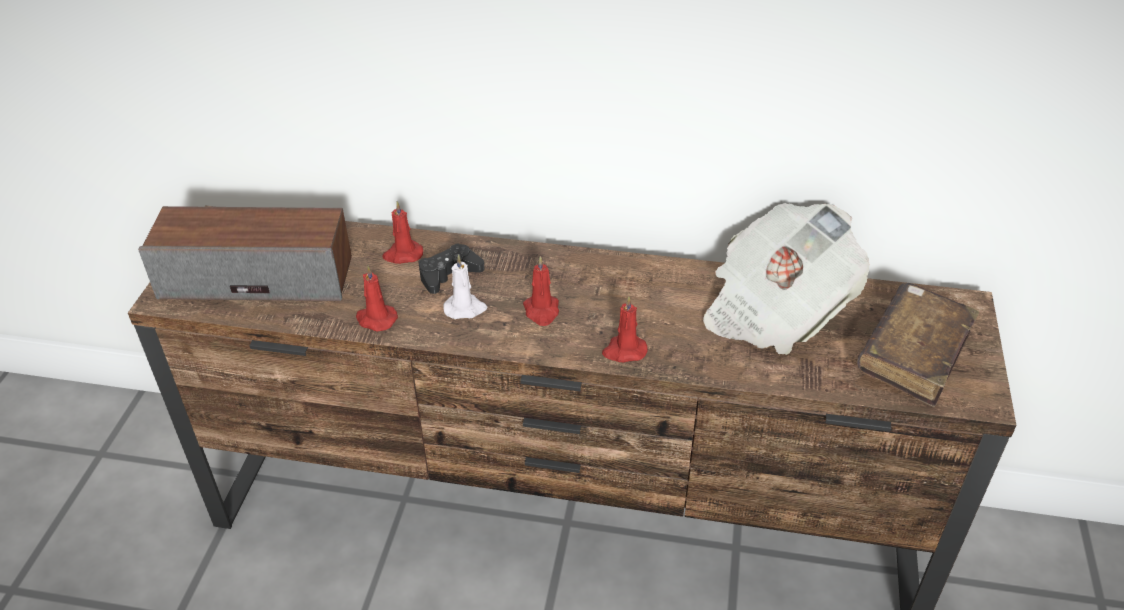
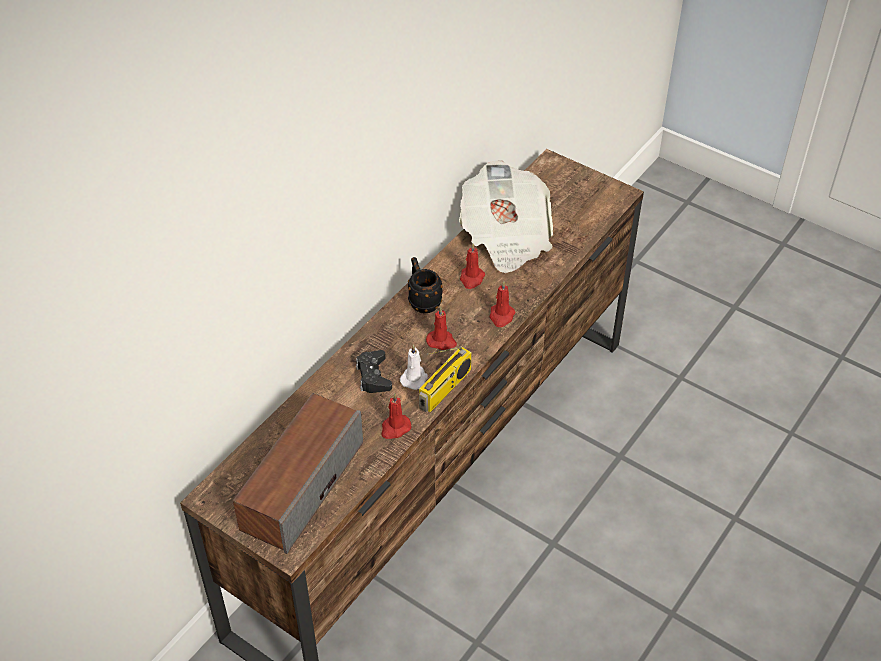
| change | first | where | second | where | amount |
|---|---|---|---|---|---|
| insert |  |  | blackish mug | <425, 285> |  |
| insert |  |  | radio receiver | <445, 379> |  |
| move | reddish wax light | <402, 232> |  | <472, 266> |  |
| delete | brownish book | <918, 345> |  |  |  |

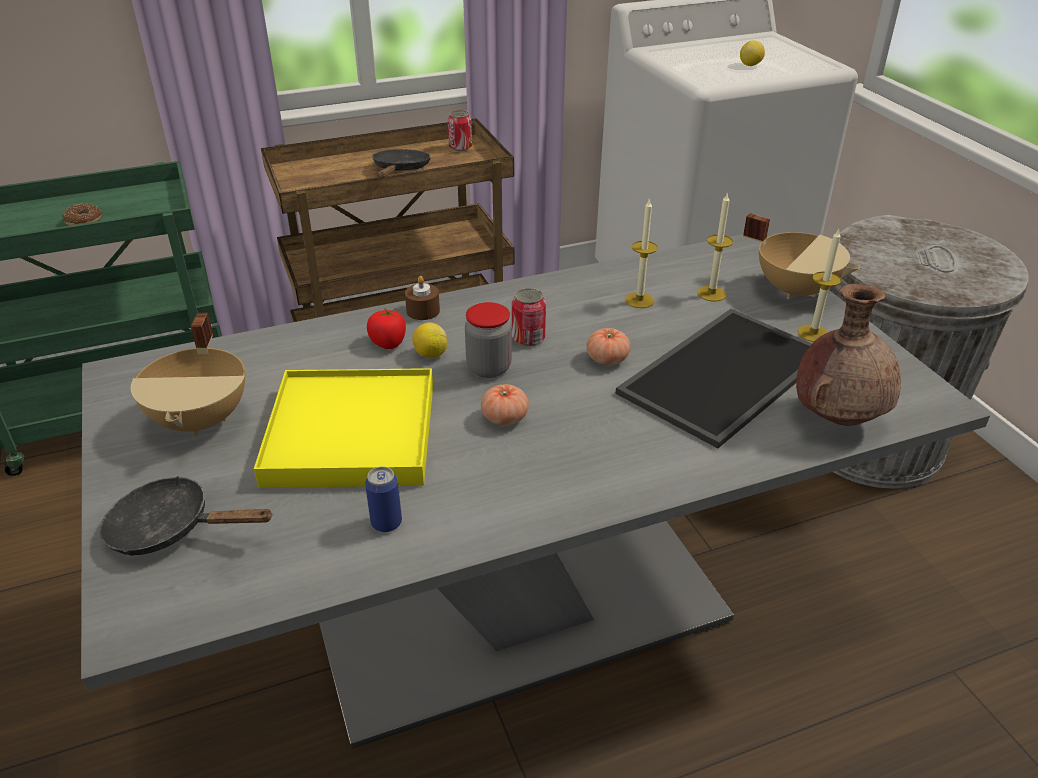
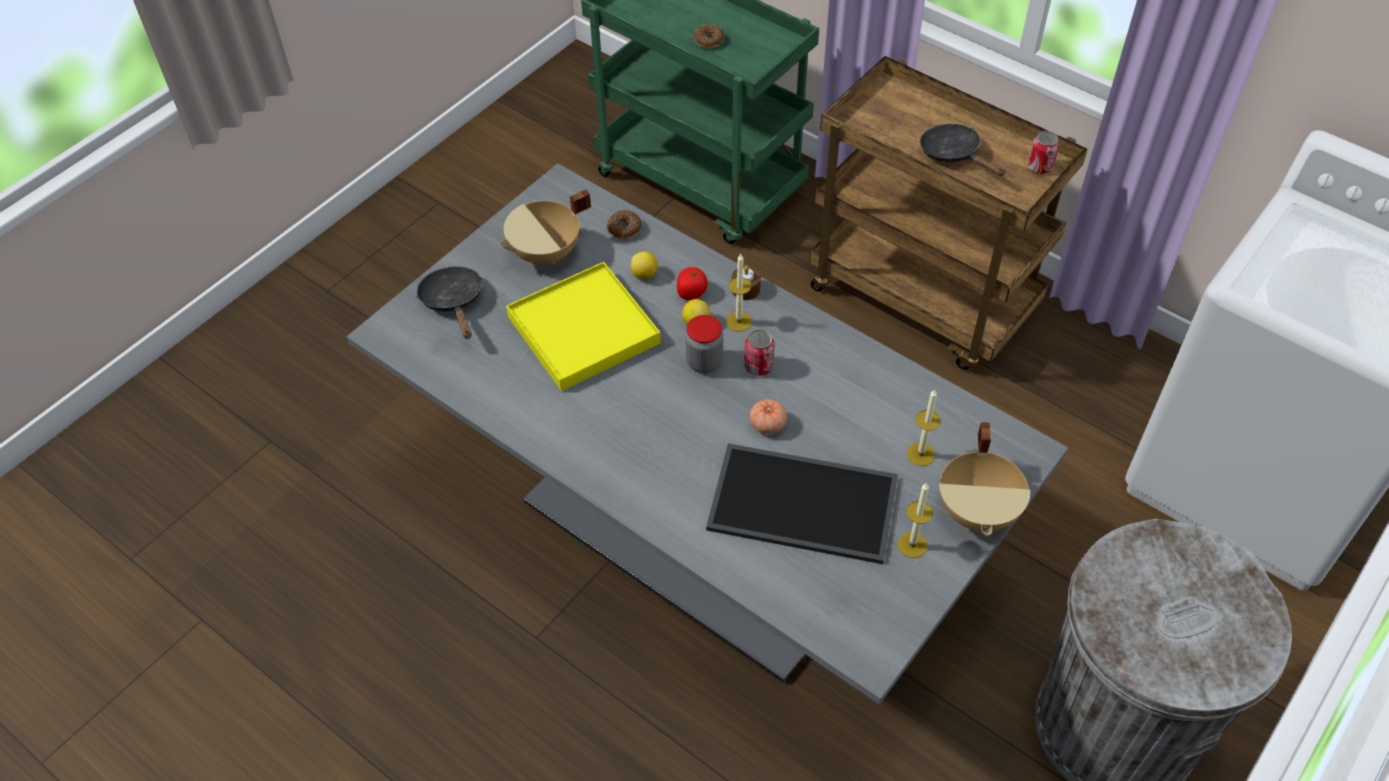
| change | first | where | second | where | amount |
|---|---|---|---|---|---|
| insert |  |  | doughnut | <624, 224> |  |
| move | lemon | <752, 53> |  | <644, 265> |  |
| move | wax light | <641, 253> |  | <739, 293> |  |
| rotate | blackish pan | <401, 163> |  | <963, 150> | 105 degrees counterclockwise |
| delete | can | <383, 499> |  |  |  |
| delete | whole tomato | <505, 405> |  |  |  |
| delete | brownish flower vase | <848, 355> |  |  |  |

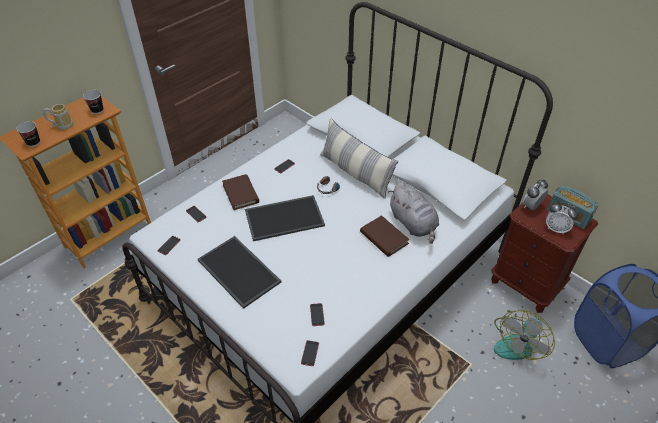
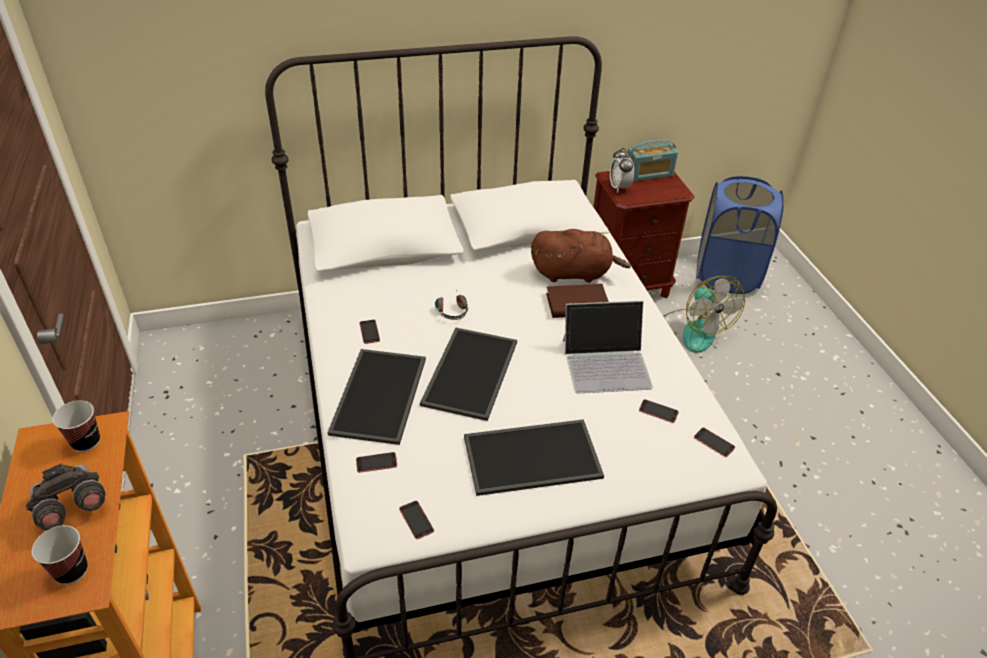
| change | first | where | second | where | amount |
|---|---|---|---|---|---|
| replace | mug | <58, 117> | gray field glasses | <66, 497> |  |
| replace | brownish book | <240, 192> | serving tray | <377, 397> |  |
| recolor | gray plush toy | <413, 213> | brownish plush toy | <581, 256> |  |
| insert |  |  | laptop | <608, 347> |  |
| delete | throw pillow | <359, 158> |  |  |  |
| delete | bedside clock | <562, 218> |  |  |  |

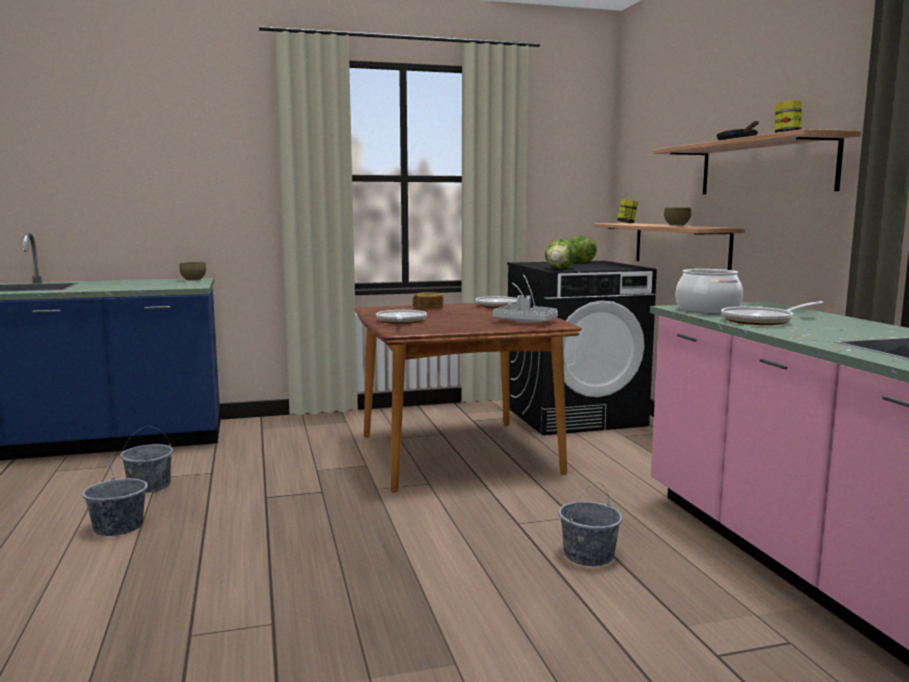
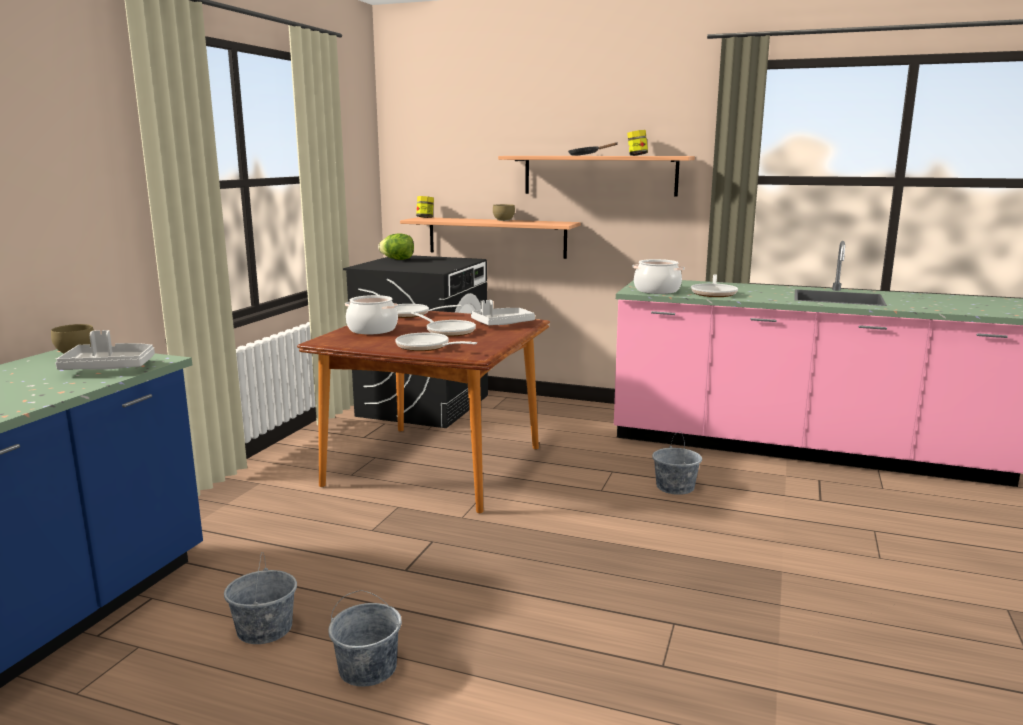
| change | first | where | second | where | amount |
|---|---|---|---|---|---|
| insert |  |  | gray serving tray | <105, 350> |  |
| replace | bread | <428, 300> | cooking pot | <371, 315> |  |
| insert |  |  | pan | <443, 324> |  |
| delete | head of lettuce | <560, 254> |  |  |  |

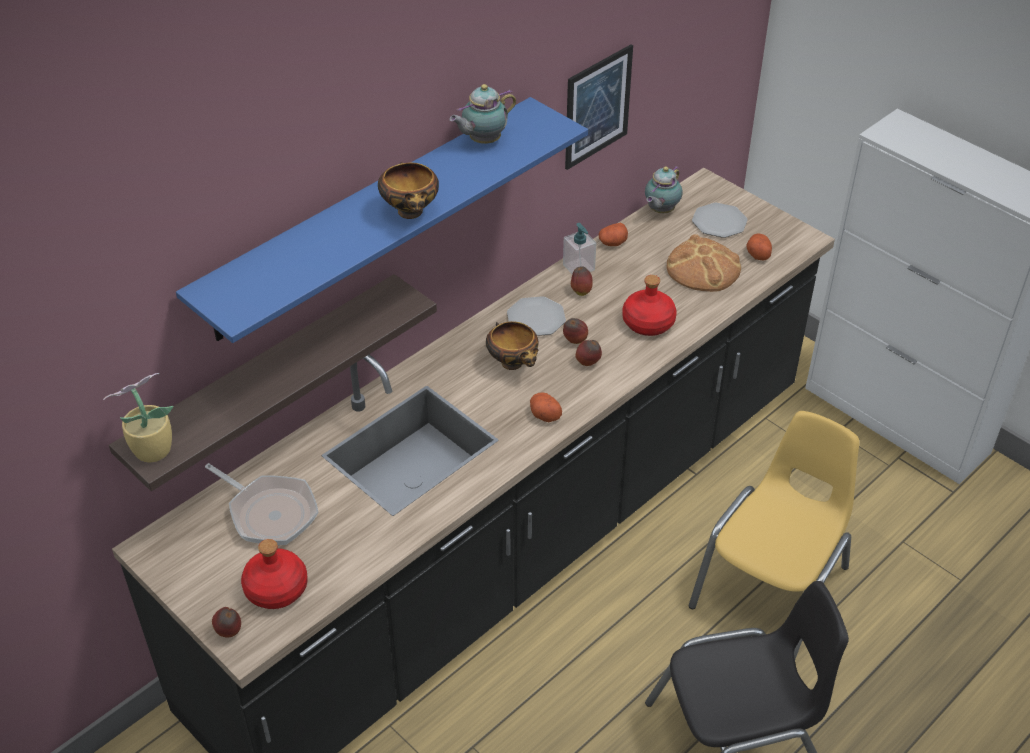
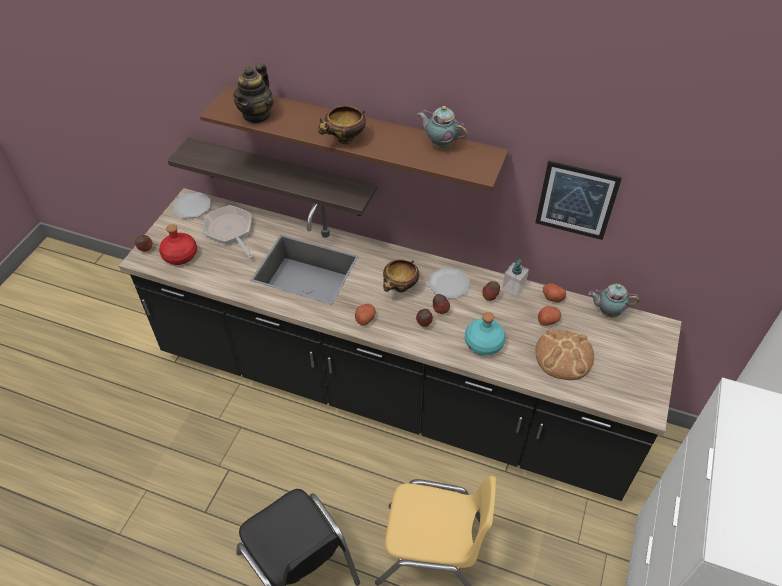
| change | first | where | second | where | amount |
|---|---|---|---|---|---|
| move | plate | <720, 220> |  | <192, 205> |  |
| recolor | blue-coloured wall shelf | <382, 220> | brownish wall shelf | <354, 138> |  |
| rotate | pan | <262, 504> |  | <228, 232> | 135 degrees clockwise |
| insert |  |  | pot for tea | <253, 93> |  |
| recolor | reddish drink bottle | <649, 305> | blue-green drink bottle | <485, 333> |  |
| move | whole potato | <759, 247> |  | <549, 316> |  |
| delete | potted plant | <138, 418> |  |  |  |

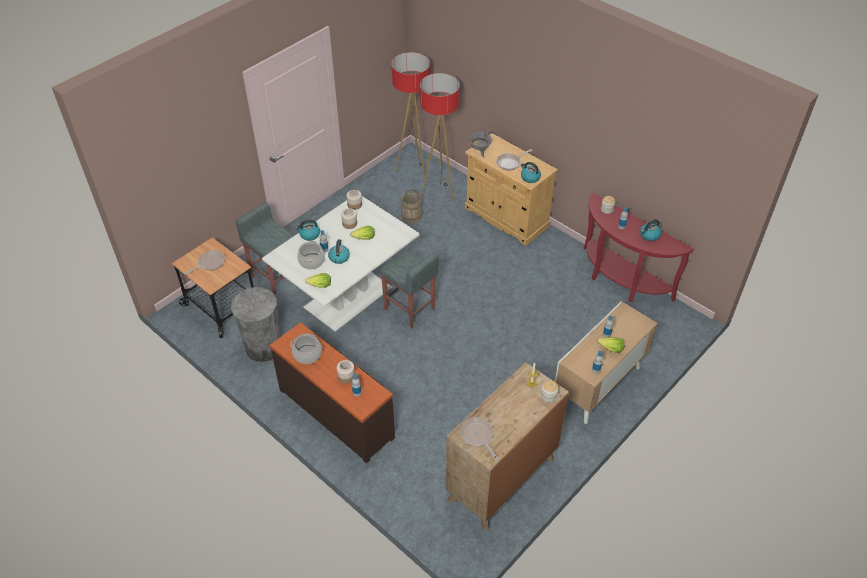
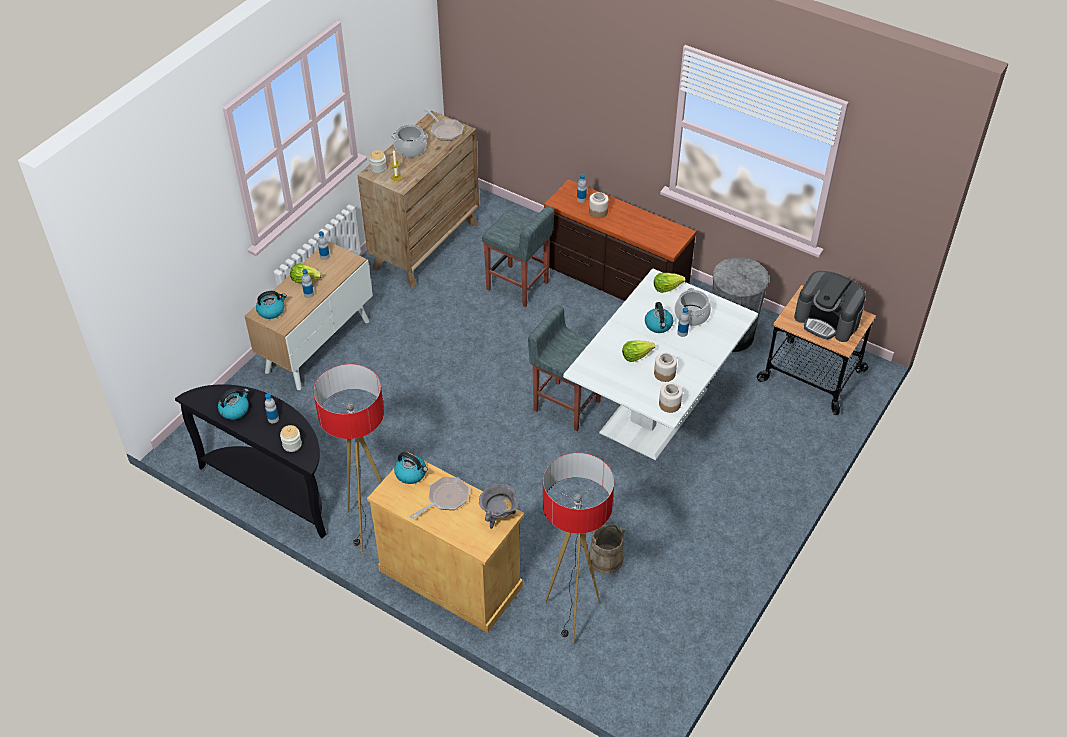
| change | first | where | second | where | amount |
|---|---|---|---|---|---|
| recolor | reddish console table | <638, 247> | blackish console table | <250, 461> |  |
| move | water kettle | <307, 230> |  | <271, 305> |  |
| move | standing lamp | <410, 115> |  | <348, 458> |  |
| move | cooking pot | <306, 349> |  | <409, 140> |  |
| move | gray stool | <265, 248> |  | <518, 256> |  |
| replace | pan | <204, 262> | coffee machine | <829, 306> |  |

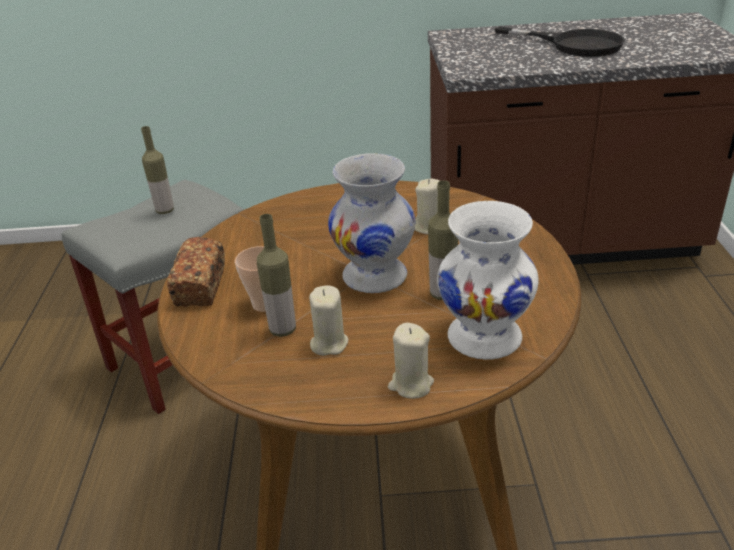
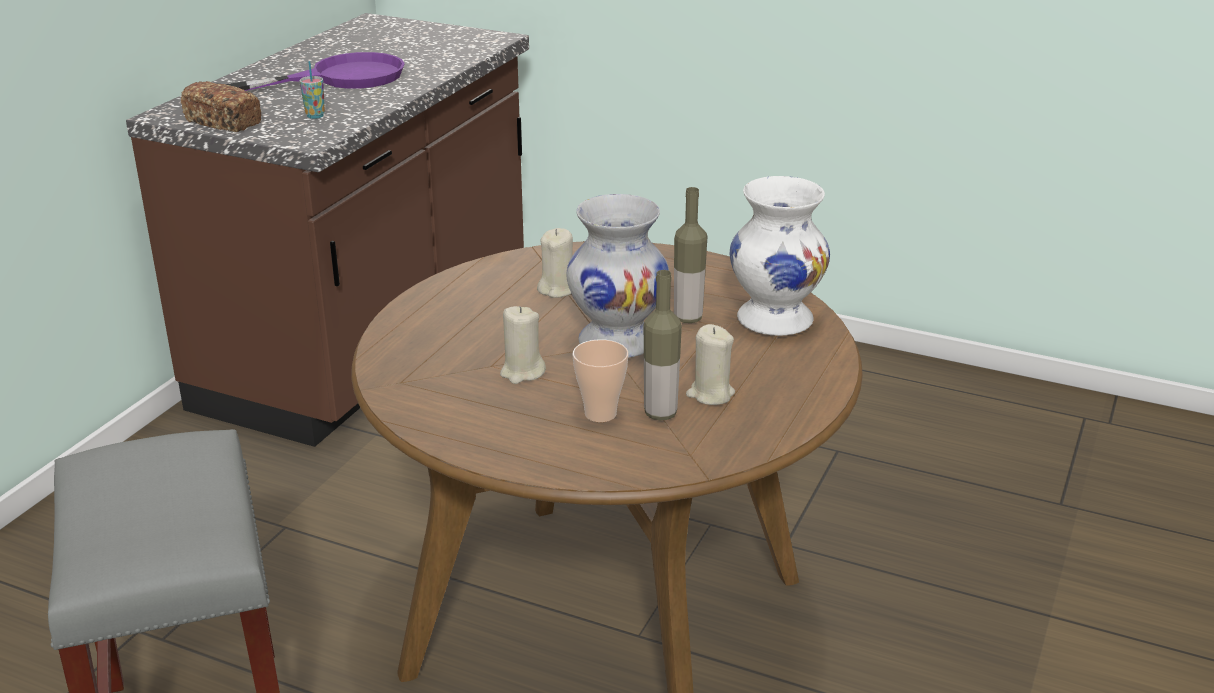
| change | first | where | second | where | amount |
|---|---|---|---|---|---|
| move | bread | <196, 272> |  | <221, 106> |  |
| recolor | blackish pan | <560, 41> | purple pan | <315, 71> |  |
| insert |  |  | small cup | <312, 90> |  |
| move | beige wax light | <411, 361> |  | <523, 345> |  |
| delete | drink bottle | <157, 170> |  |  |  |

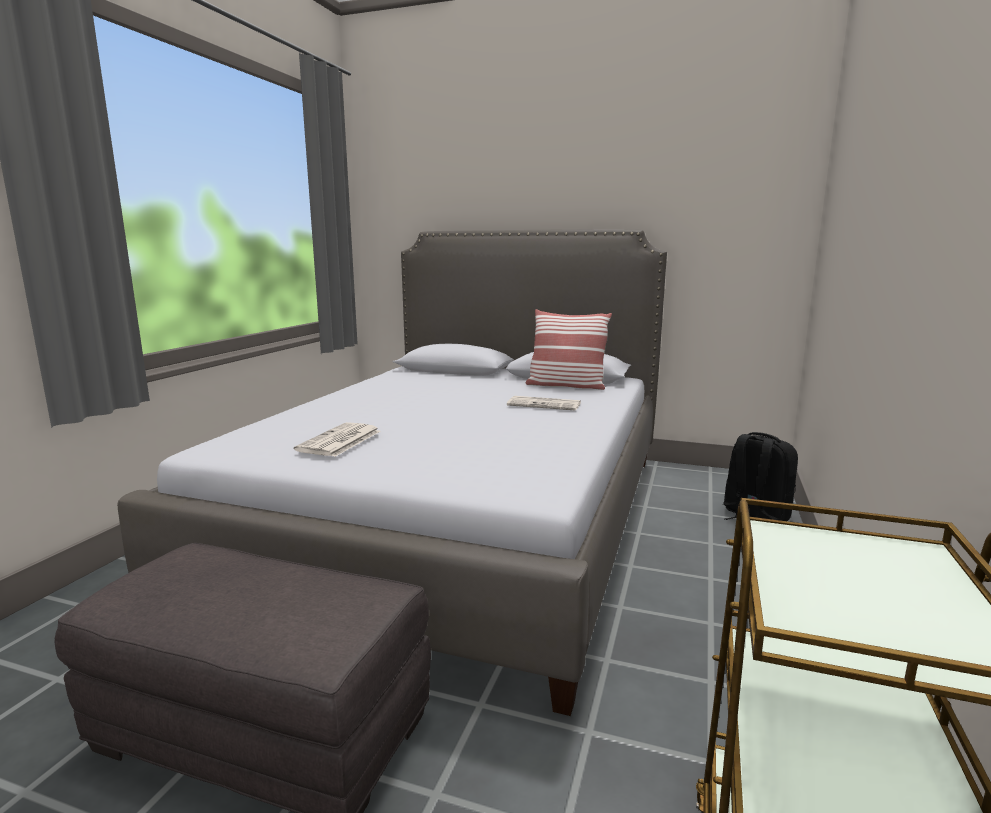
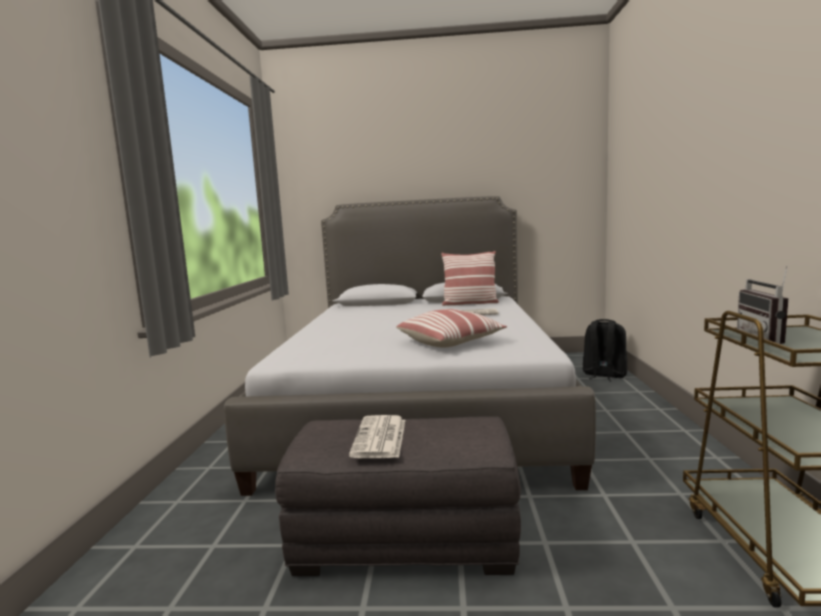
| change | first | where | second | where | amount |
|---|---|---|---|---|---|
| move | daily paper | <337, 439> |  | <377, 436> |  |
| insert |  |  | throw pillow | <451, 328> |  |
| insert |  |  | radio receiver | <762, 305> |  |

